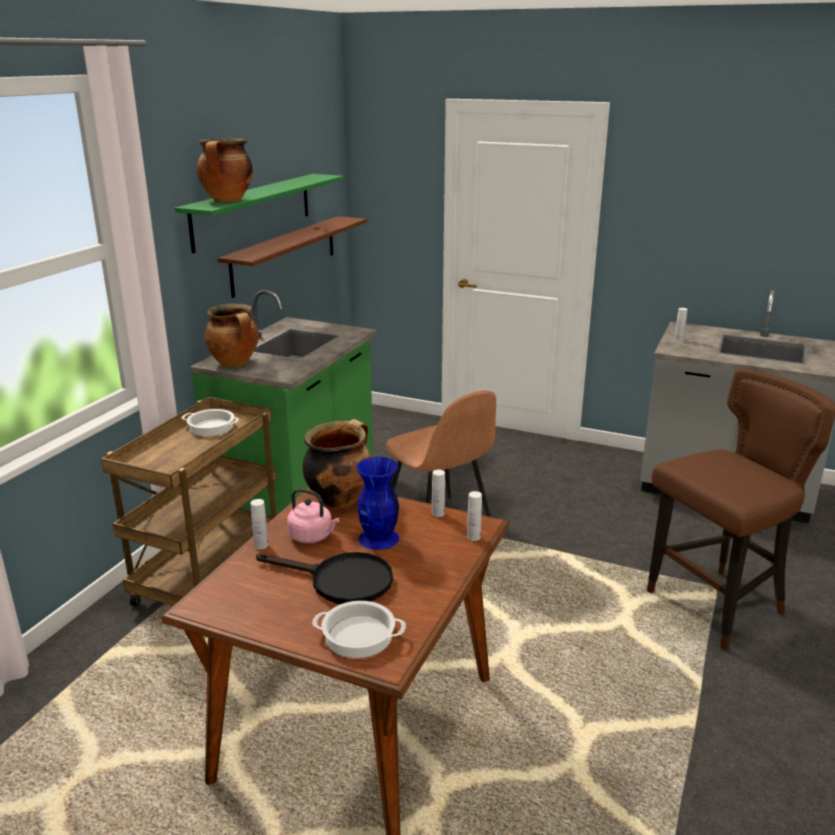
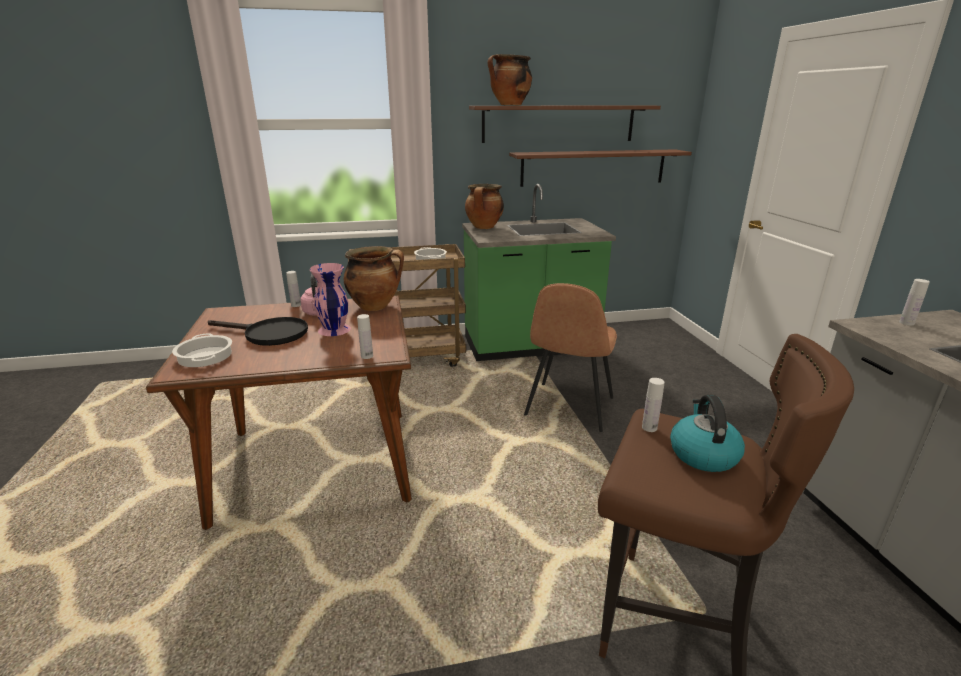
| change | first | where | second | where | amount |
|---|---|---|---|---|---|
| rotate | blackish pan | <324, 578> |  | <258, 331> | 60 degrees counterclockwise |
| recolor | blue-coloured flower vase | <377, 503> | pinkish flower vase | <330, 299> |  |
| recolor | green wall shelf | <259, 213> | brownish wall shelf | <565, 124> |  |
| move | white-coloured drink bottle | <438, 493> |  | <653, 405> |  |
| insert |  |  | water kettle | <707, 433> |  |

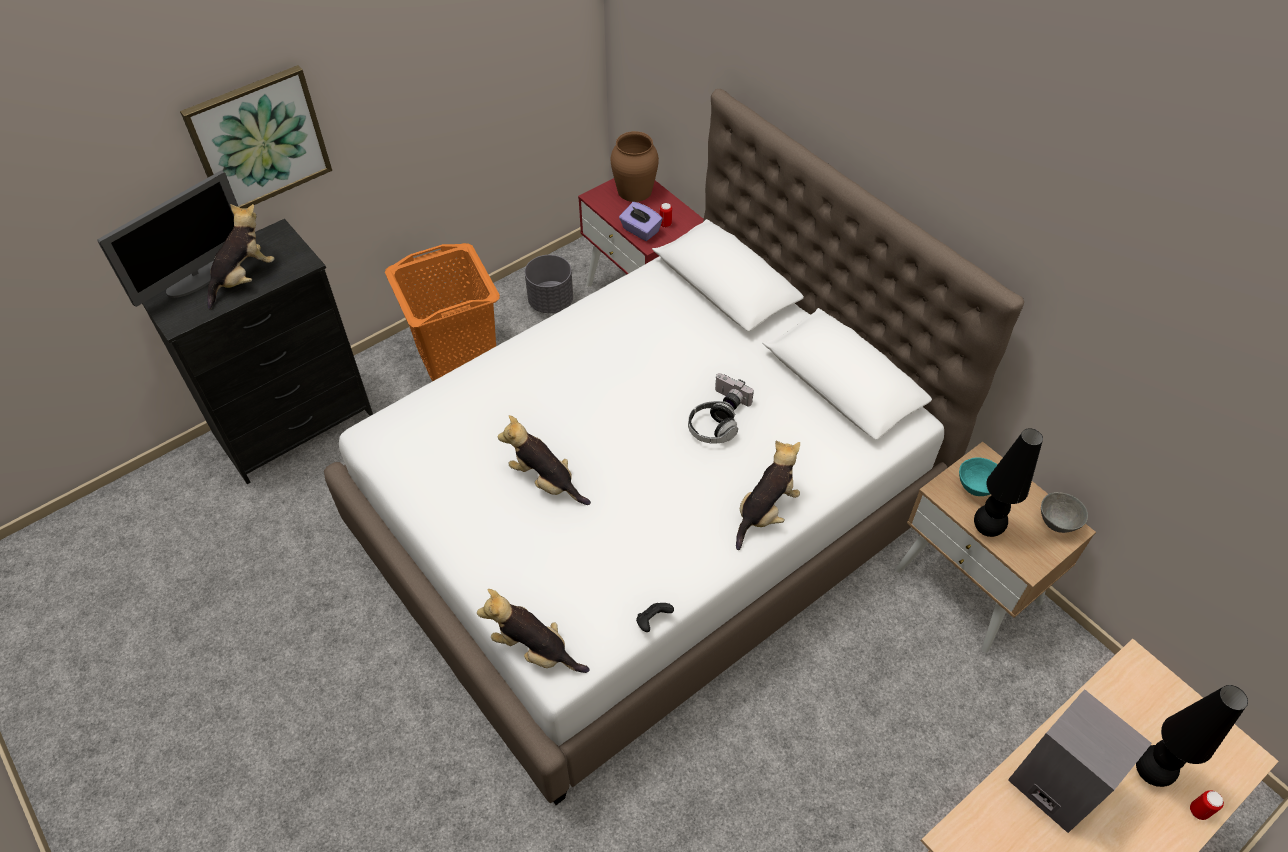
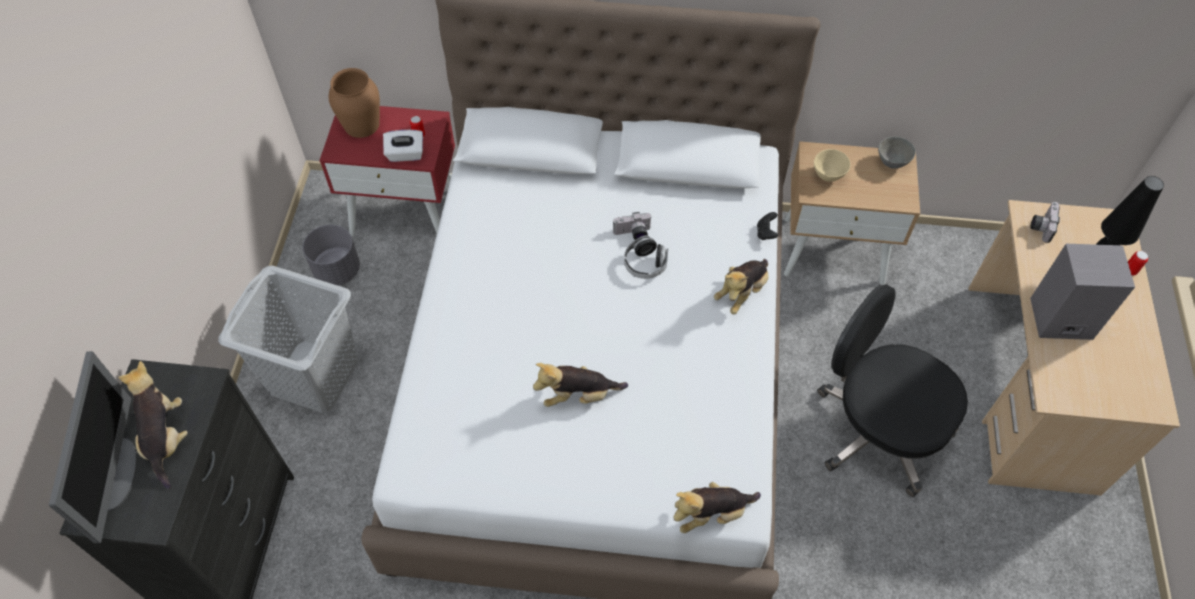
| change | first | where | second | where | amount |
|---|---|---|---|---|---|
| recolor | orangey hamper | <442, 312> | gray hamper | <288, 339> |  |
| recolor | purple tissue box | <641, 221> | white-coloured tissue box | <403, 146> |  |
| rotate | plush toy | <768, 495> |  | <741, 286> | 135 degrees counterclockwise |
| move | blackish gamepad | <655, 617> |  | <767, 226> |  |
| recolor | blue-green deep dish | <978, 476> | beige deep dish | <832, 165> |  |
| insert |  |  | blackish office chair | <892, 391> |  |
| insert |  |  | photo camera | <1045, 222> |  |
| delete | picture | <256, 136> |  |  |  |
| delete | blackish table lamp | <1008, 482> |  |  |  |

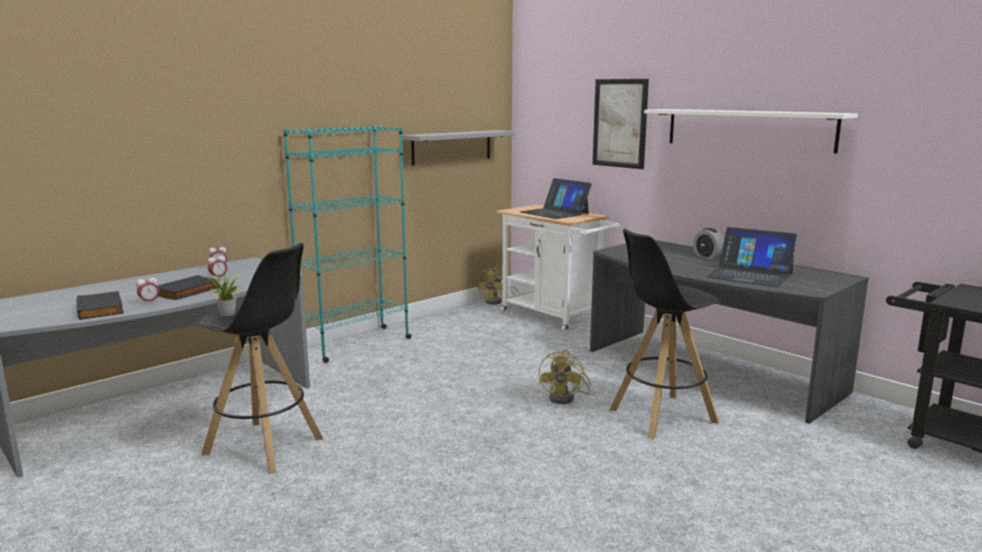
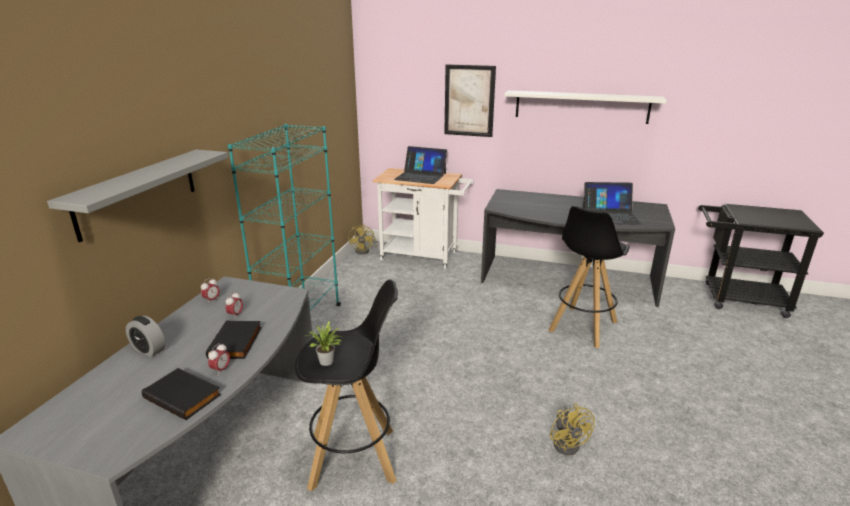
| change | first | where | second | where | amount |
|---|---|---|---|---|---|
| move | gray wall shelf | <458, 147> |  | <137, 195> |  |
| move | bedside clock | <708, 244> |  | <146, 336> |  |
| move | yellowish fan | <565, 377> |  | <572, 429> |  |

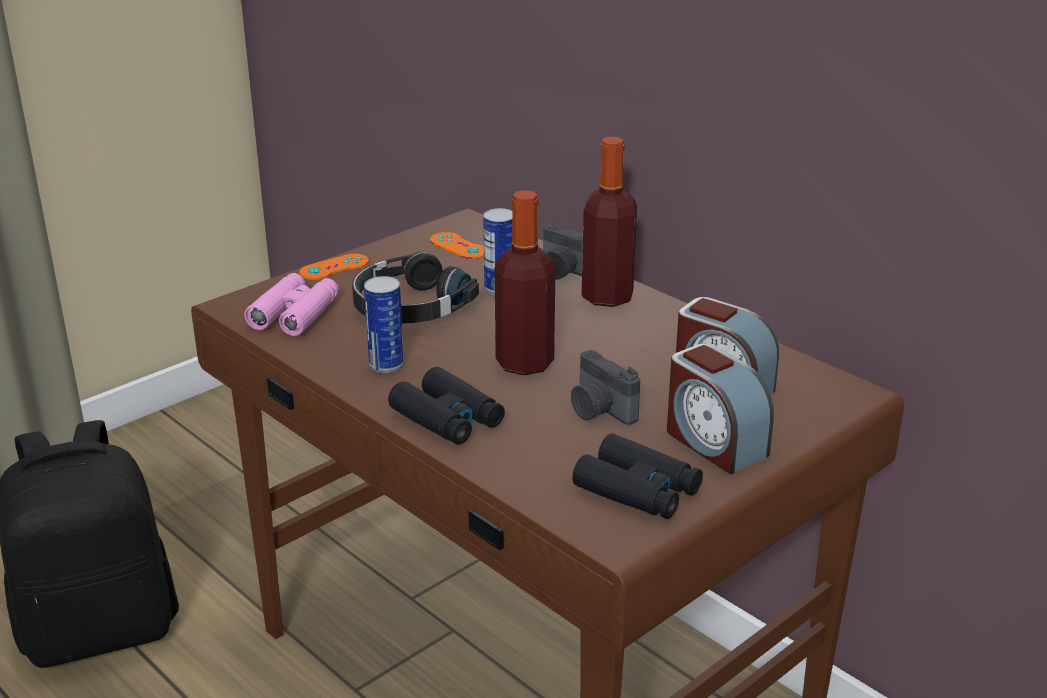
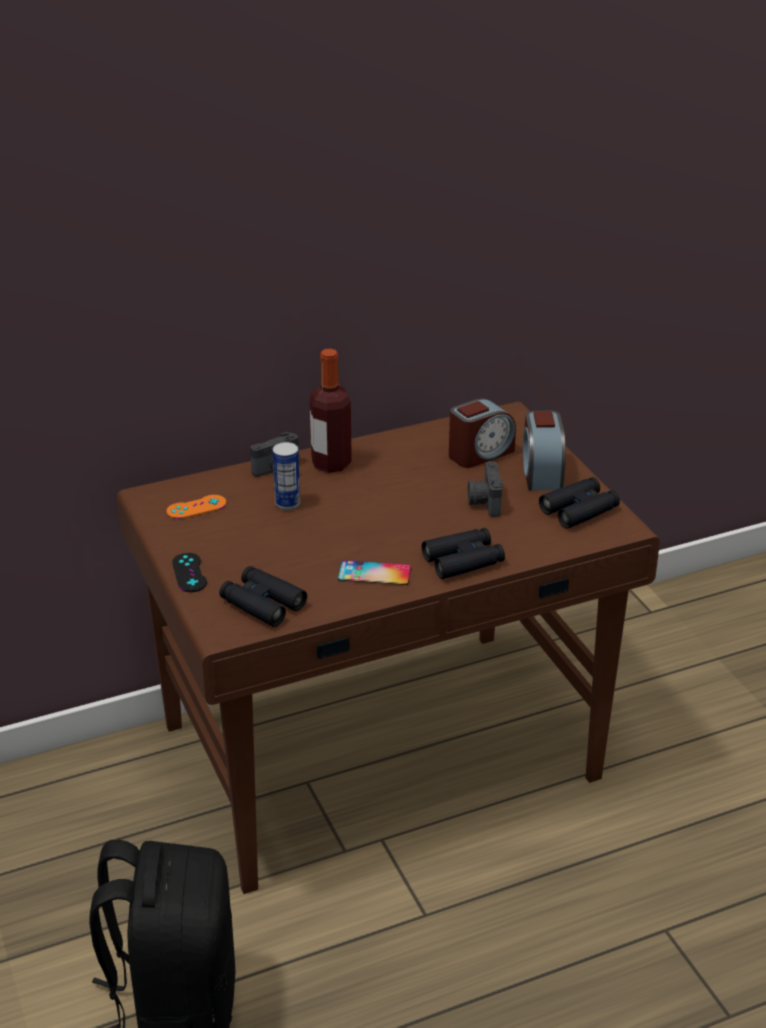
| change | first | where | second | where | amount |
|---|---|---|---|---|---|
| recolor | orangey gamepad | <334, 267> | blackish gamepad | <189, 572> |  |
| recolor | pinkish field glasses | <291, 304> | blackish field glasses | <263, 596> |  |
| replace | can | <384, 324> | phone | <374, 572> |  |
| rotate | photo camera | <605, 387> |  | <486, 489> | 105 degrees clockwise |
| rotate | bedside clock | <720, 409> |  | <544, 450> | 105 degrees clockwise |
| delete | blackish headphones | <415, 287> |  |  |  |
| delete | drink bottle | <524, 282> |  |  |  |

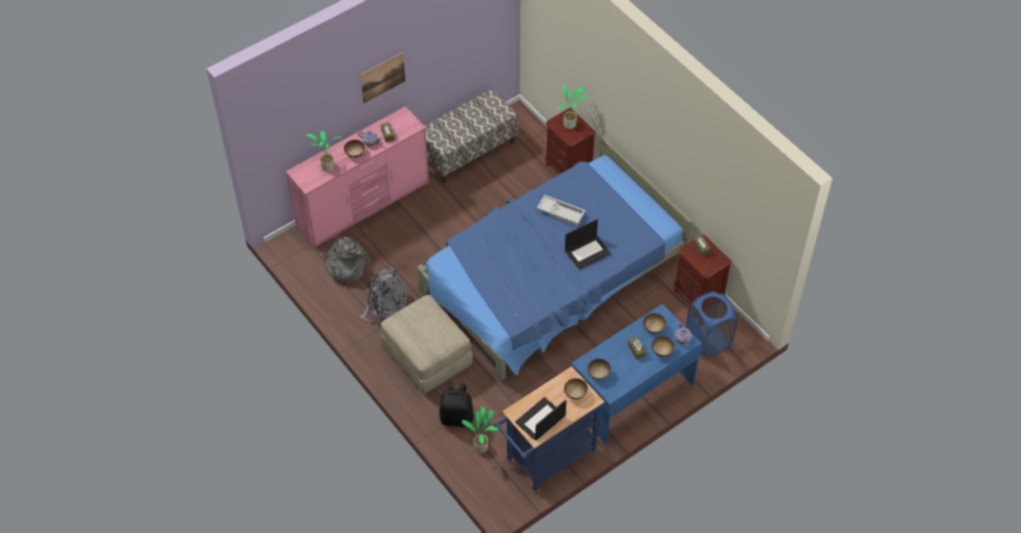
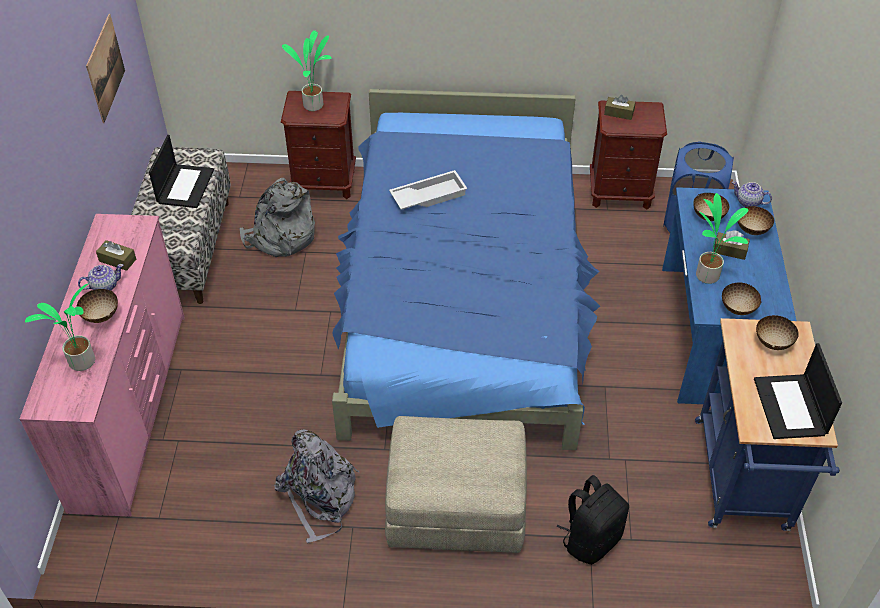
| change | first | where | second | where | amount |
|---|---|---|---|---|---|
| move | picture | <382, 77> |  | <105, 68> |  |
| move | laptop | <588, 244> |  | <181, 171> |  |
| move | gray knapsack | <347, 259> |  | <277, 217> |  |
| move | potted plant | <480, 430> |  | <722, 238> |  |

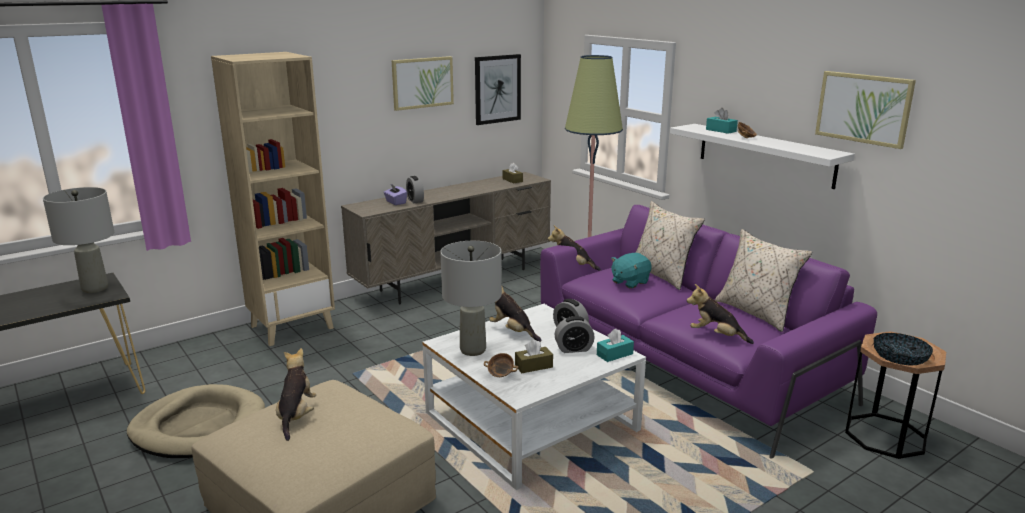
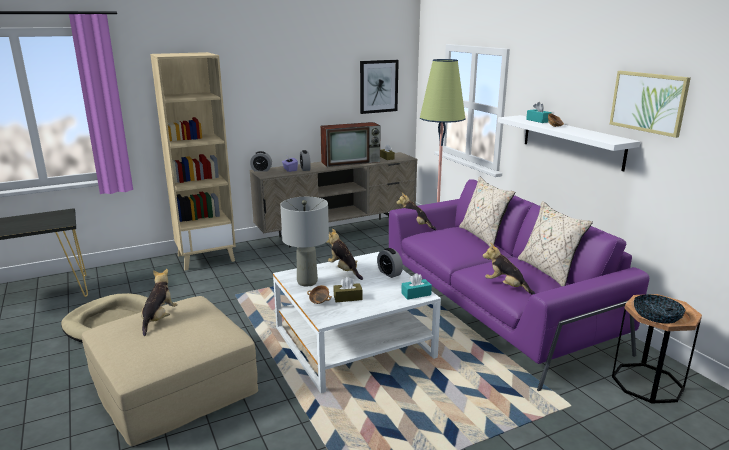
| change | first | where | second | where | amount |
|---|---|---|---|---|---|
| move | bedside clock | <575, 334> |  | <261, 161> |  |
| insert |  |  | TV set | <350, 144> |  |
| delete | gray table lamp | <78, 240> |  |  |  |
| delete | picture | <423, 83> |  |  |  |
| delete | blue-green plush toy | <631, 270> |  |  |  |

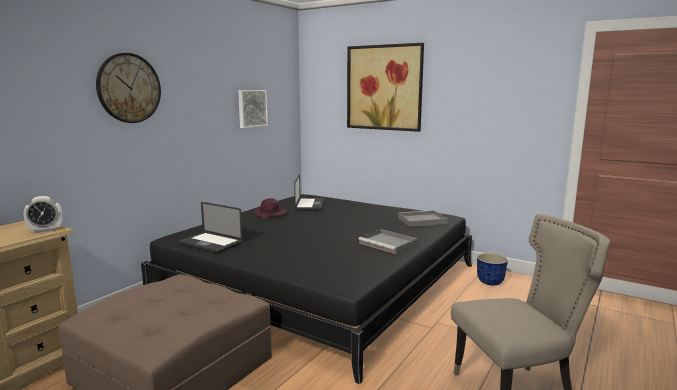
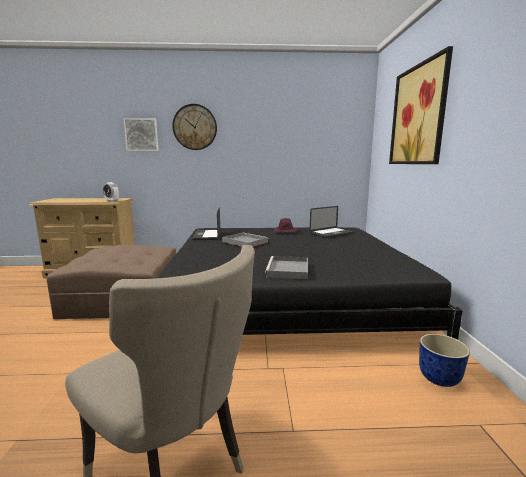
| change | first | where | second | where | amount |
|---|---|---|---|---|---|
| move | picture | <253, 109> |  | <141, 134> |  |
| move | gray serving tray | <423, 218> |  | <245, 239> |  |

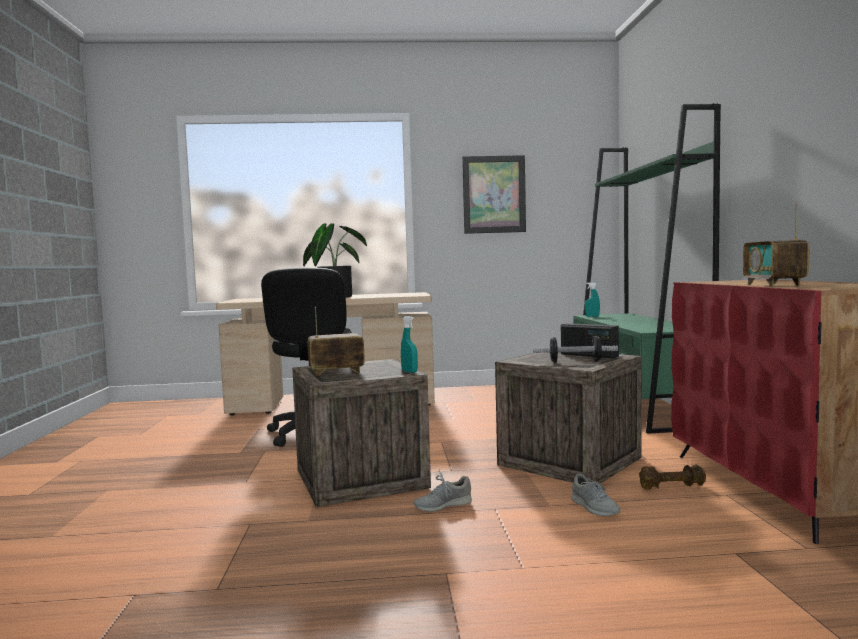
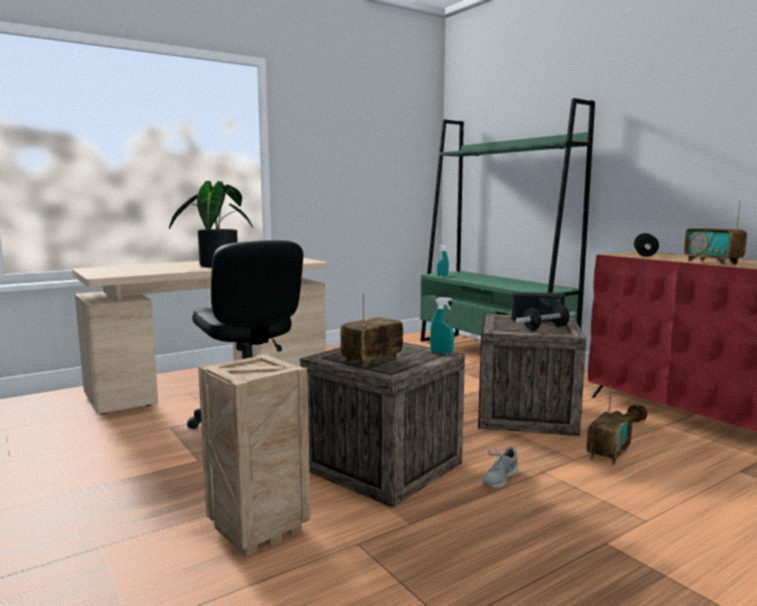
| change | first | where | second | where | amount |
|---|---|---|---|---|---|
| insert |  |  | packing crate | <254, 454> |  |
| replace | gray shoe | <596, 495> | radio receiver | <609, 425> |  |
| insert |  |  | hand weight | <646, 245> |  |
| delete | picture | <494, 194> |  |  |  |

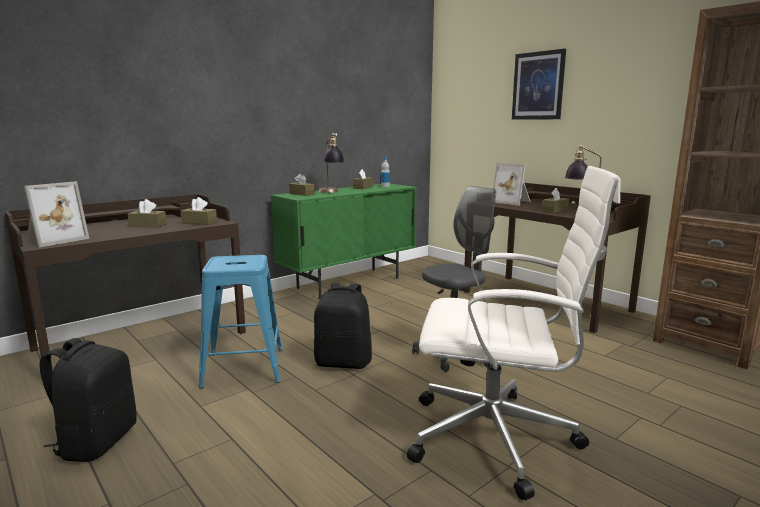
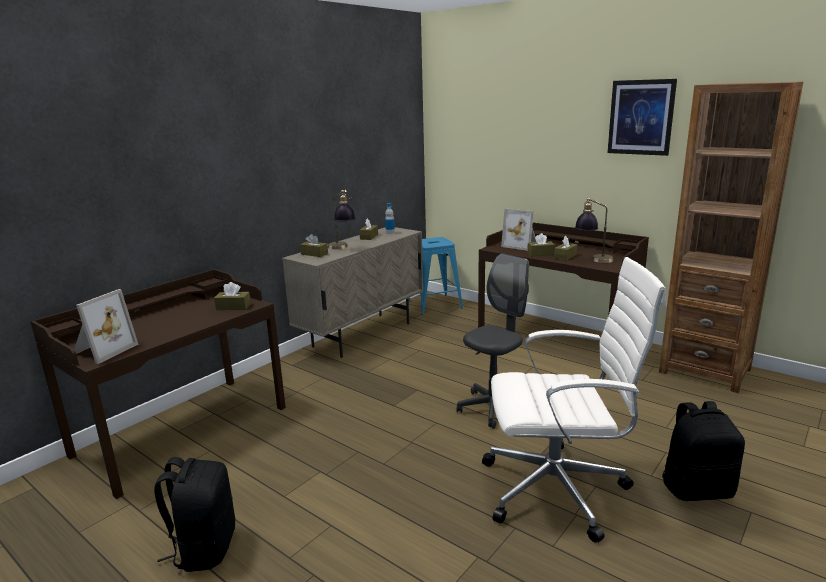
| change | first | where | second | where | amount |
|---|---|---|---|---|---|
| recolor | green cabinet | <344, 241> | beige cabinet | <352, 292> |  |
| move | blue-coloured stool | <240, 322> |  | <436, 276> |  |
| move | brownish tissue box | <147, 213> |  | <541, 244> |  |
| move | picture | <539, 84> |  | <642, 117> |  |
| move | blackish knapsack | <343, 326> |  | <703, 451> |  |

